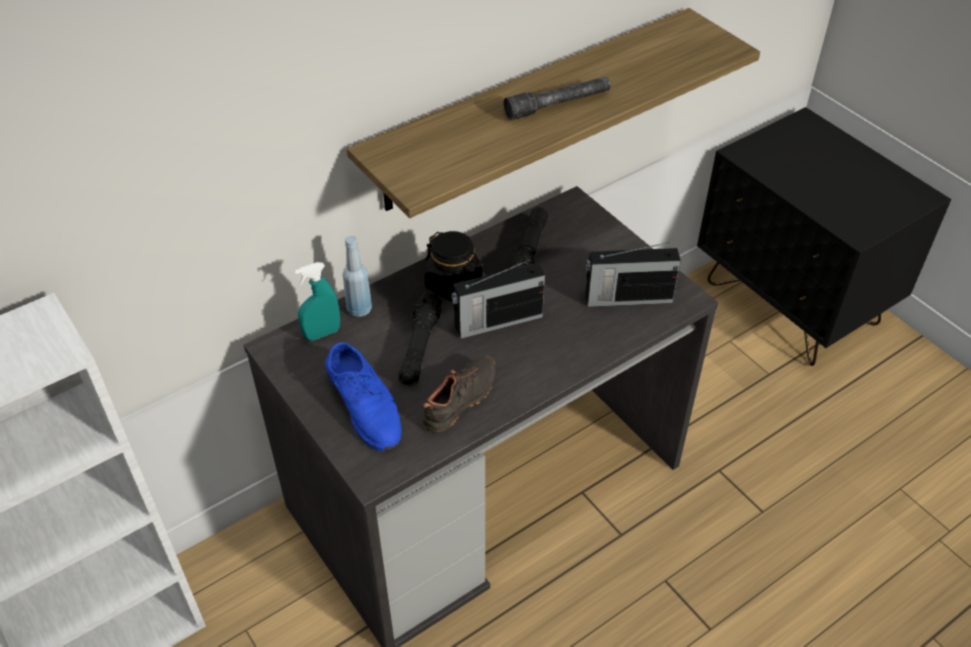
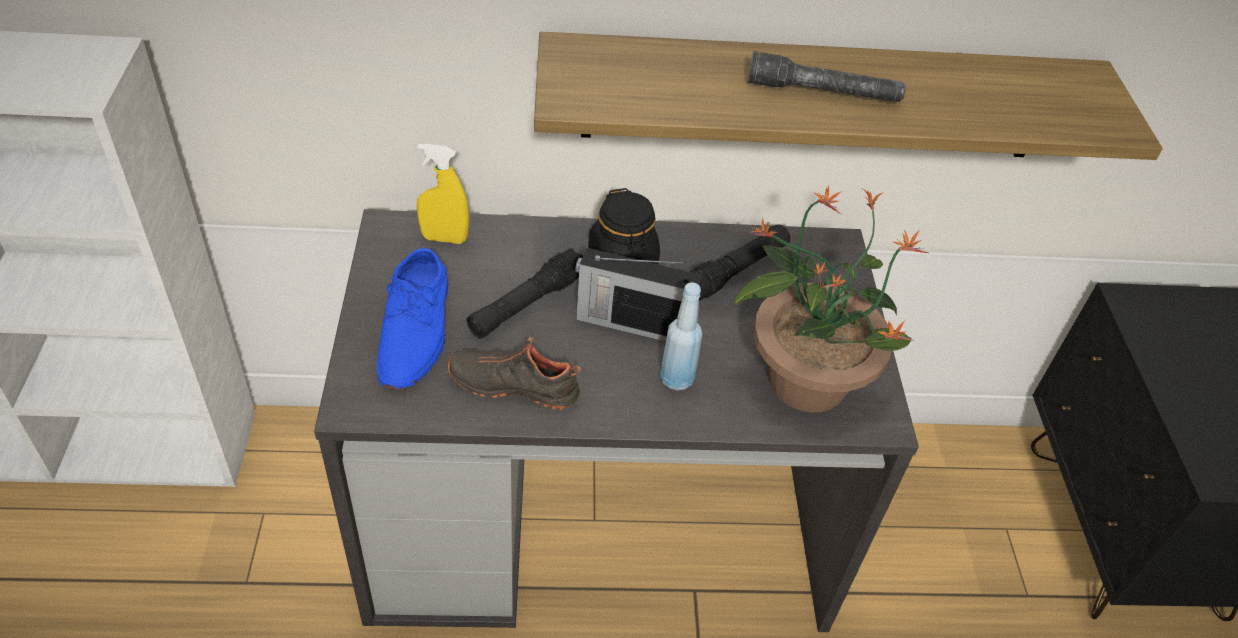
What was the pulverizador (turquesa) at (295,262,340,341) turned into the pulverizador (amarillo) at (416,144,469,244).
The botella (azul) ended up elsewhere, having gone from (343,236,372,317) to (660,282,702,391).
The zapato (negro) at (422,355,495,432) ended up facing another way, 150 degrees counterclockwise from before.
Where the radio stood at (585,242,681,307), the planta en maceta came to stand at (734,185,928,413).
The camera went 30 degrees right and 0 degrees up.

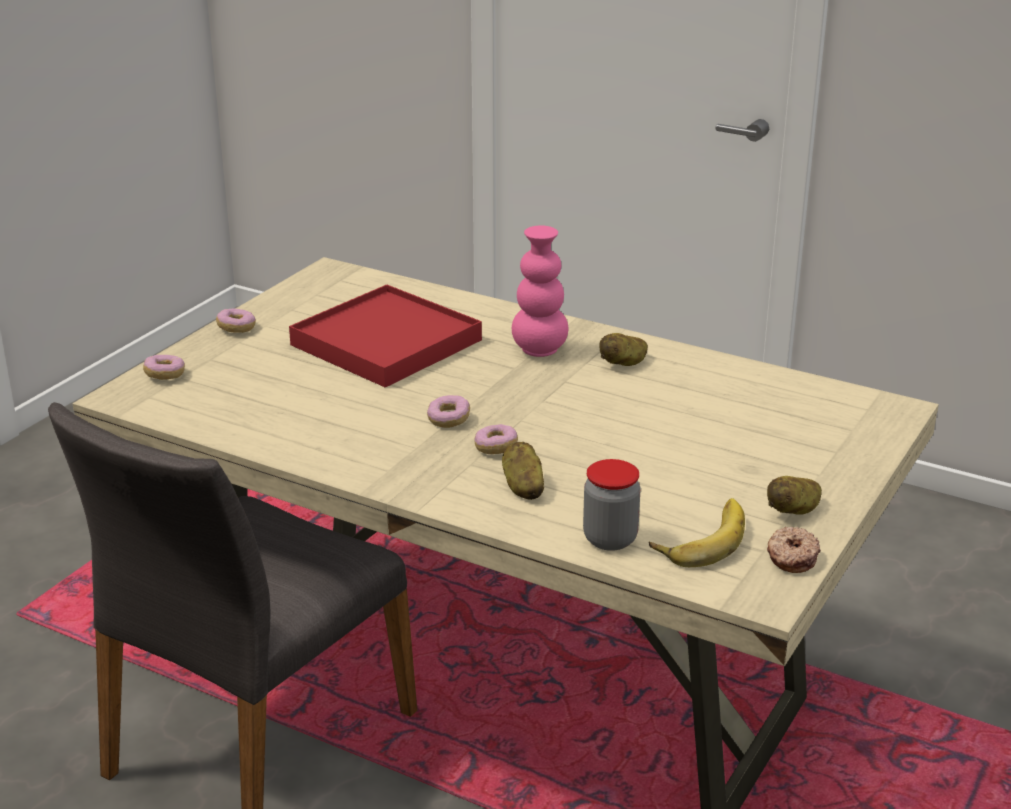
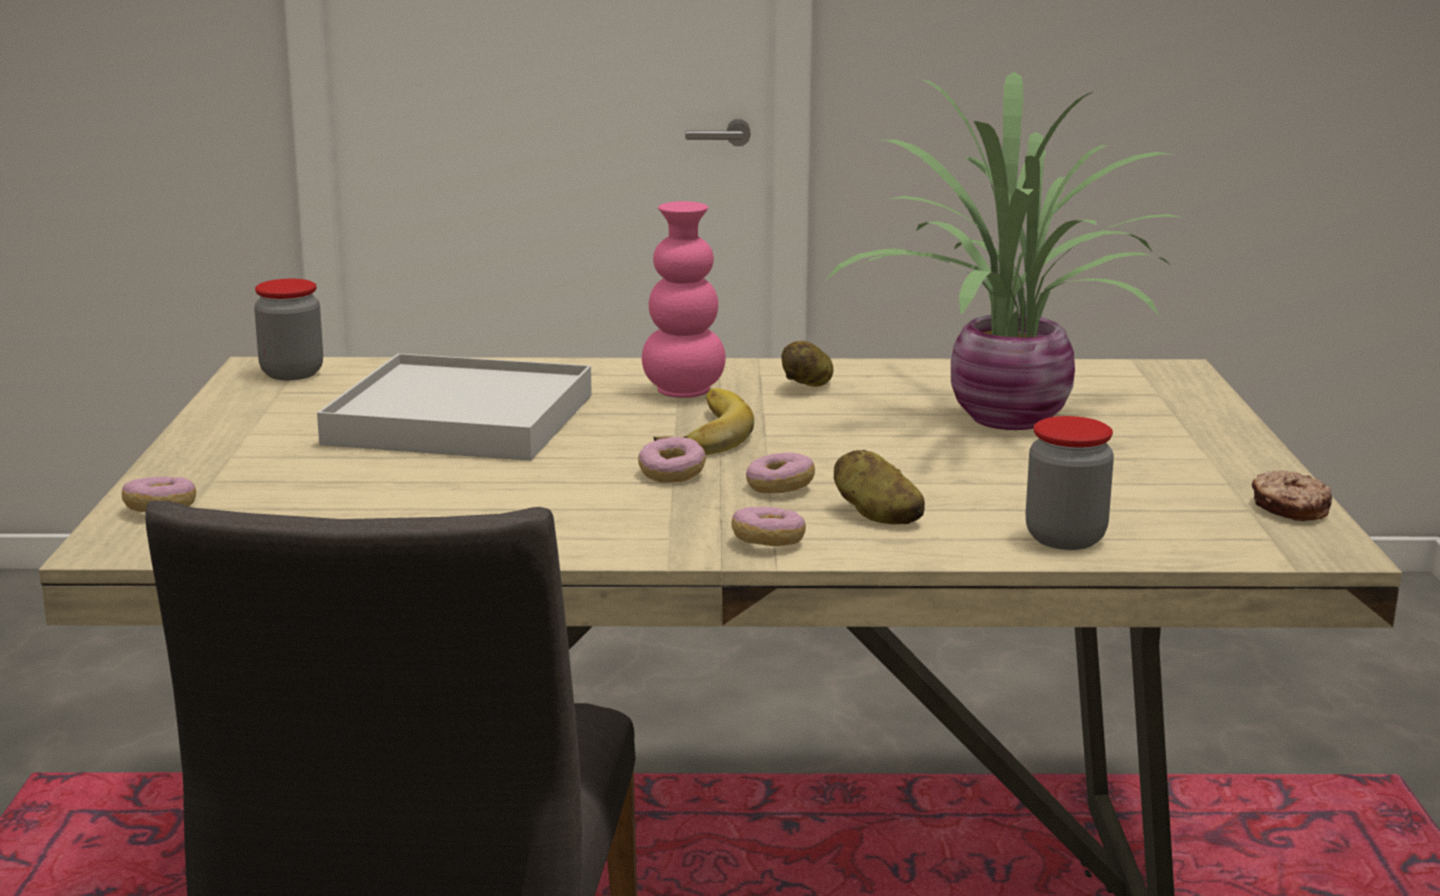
The rosquilla ended up elsewhere, having gone from (216,308,256,333) to (731,507,806,546).
What was the bandeja (rojo) at (289,285,482,387) turned into the bandeja (blanco) at (317,354,592,461).
The plátano ended up elsewhere, having gone from (649,498,745,567) to (653,388,754,455).
The second view lost the patata at (767,476,822,515).
The second view gained the tarro at (254,279,323,380).
The second view gained the planta en maceta at (825,72,1180,430).
The camera went 30 degrees left and 10 degrees down.

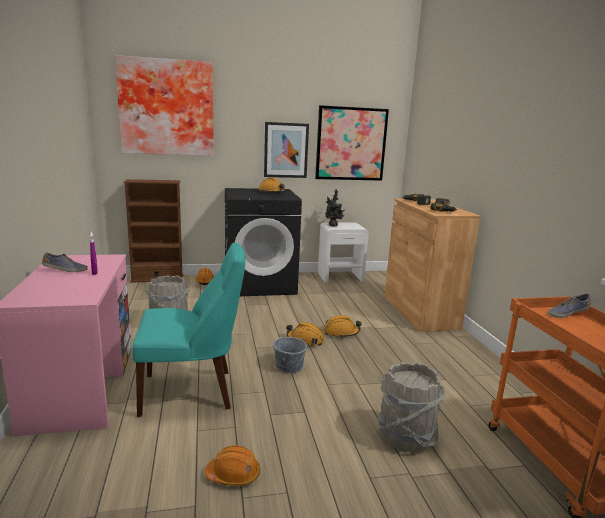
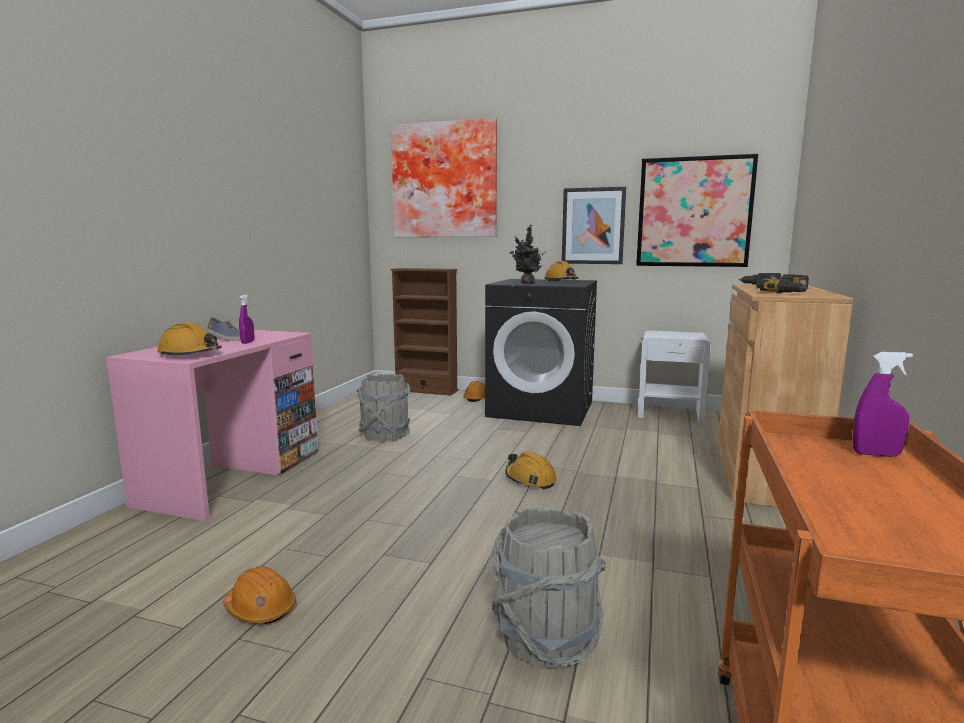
The second view lost the silla (turquesa) at (133,243,245,417).
The second view lost the cubo (gris) at (273,328,307,373).
The casco (naranja) ended up elsewhere, having gone from (324,315,362,337) to (157,322,222,357).
The planta en maceta ended up elsewhere, having gone from (325,189,345,227) to (510,225,545,284).
Where the zapato stood at (547,294,591,318), the pulverizador (morado) came to stand at (852,352,913,457).
The camera went 30 degrees right and 5 degrees down.

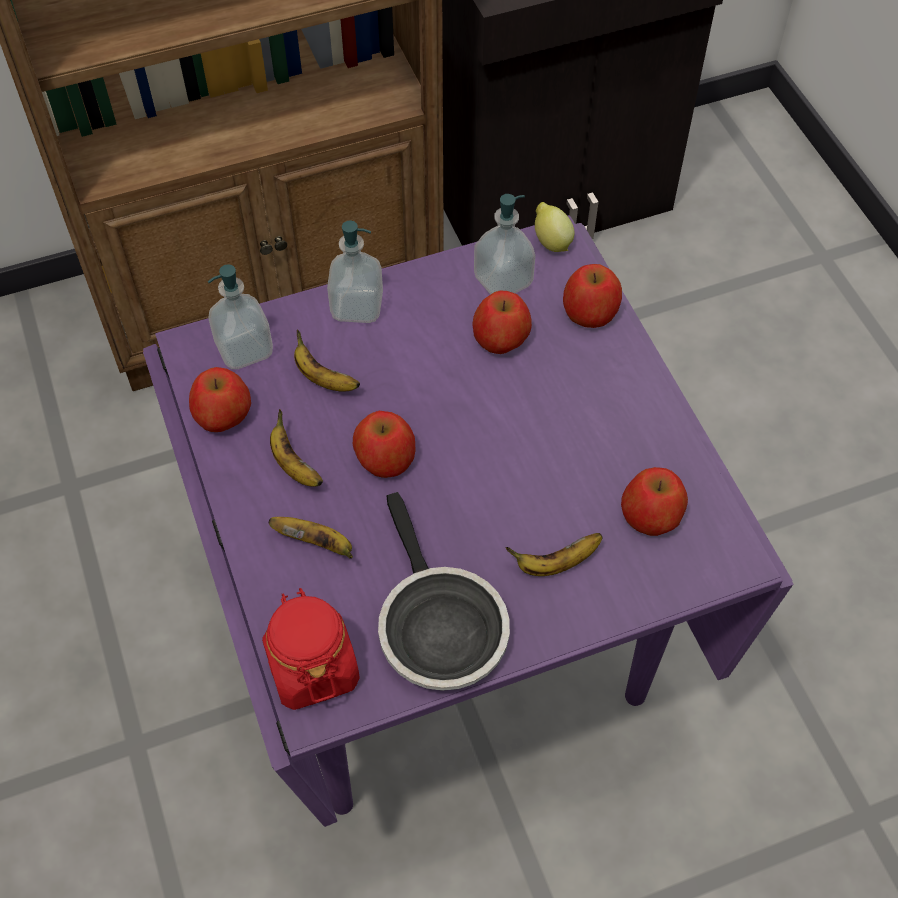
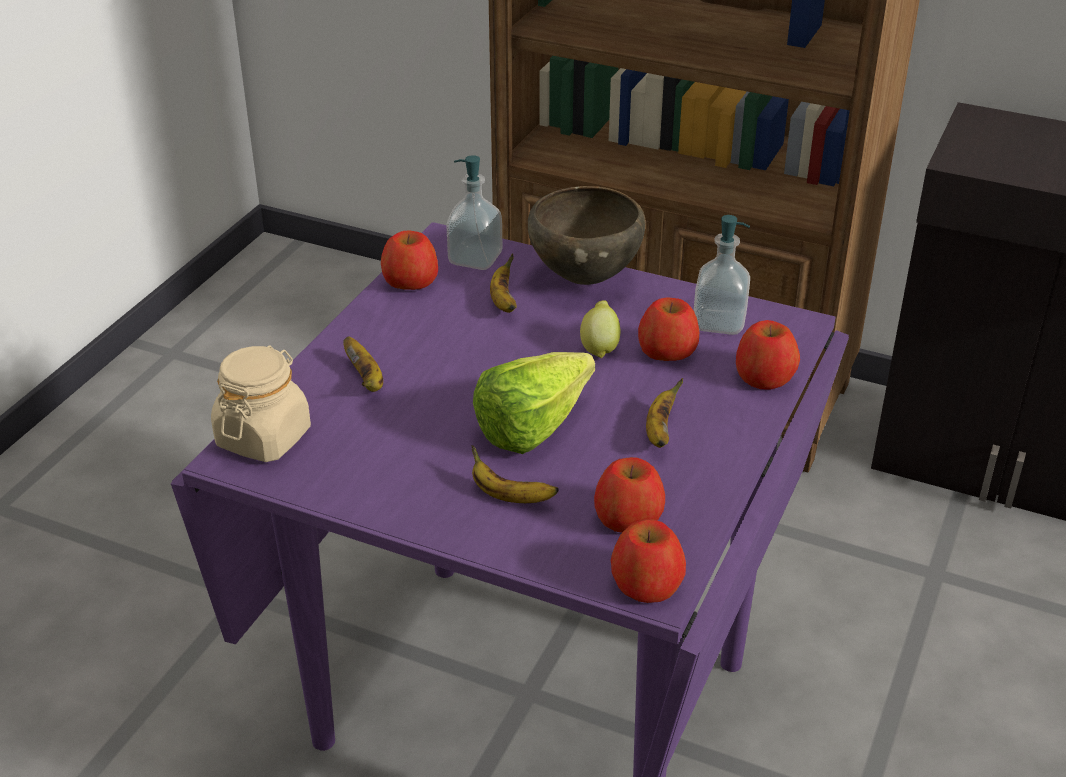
What was the tarro (rojo) at (262,588,360,710) turned into the tarro (beis) at (211,345,311,462).
The plátano ended up elsewhere, having gone from (270,409,323,487) to (646,378,683,448).
Where the dispensador de jabón stood at (327,220,383,323), the cuenco (marrón) came to stand at (528,186,645,285).
The manzana ended up elsewhere, having gone from (353,411,416,478) to (611,519,686,603).
The second view lost the sartén at (378,492,510,691).
The limón ended up elsewhere, having gone from (535,202,574,252) to (580,300,621,359).
The second view gained the lechuga at (473,352,595,454).
The camera went 45 degrees right and 20 degrees down.

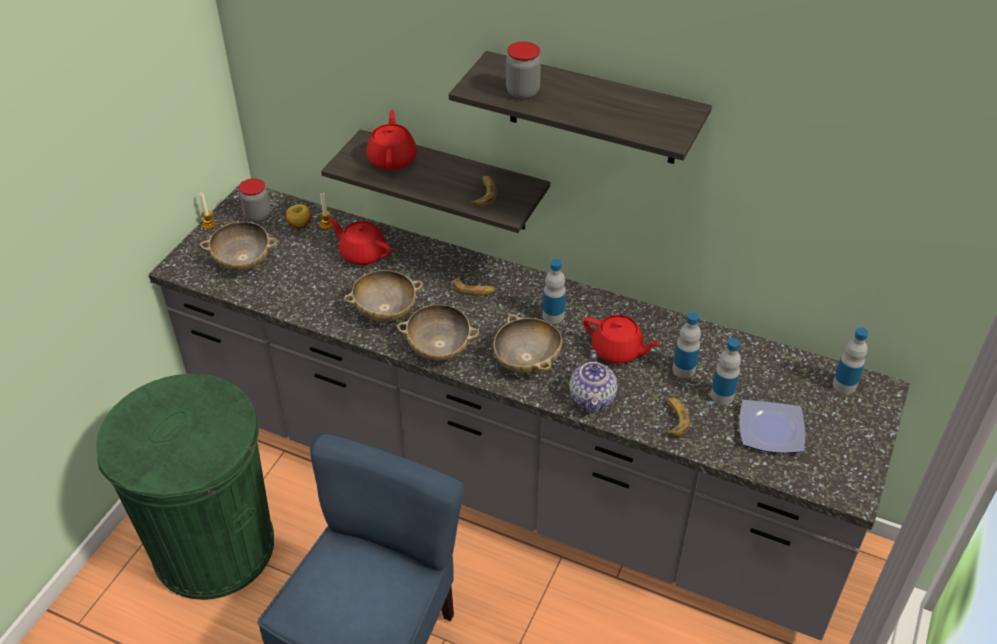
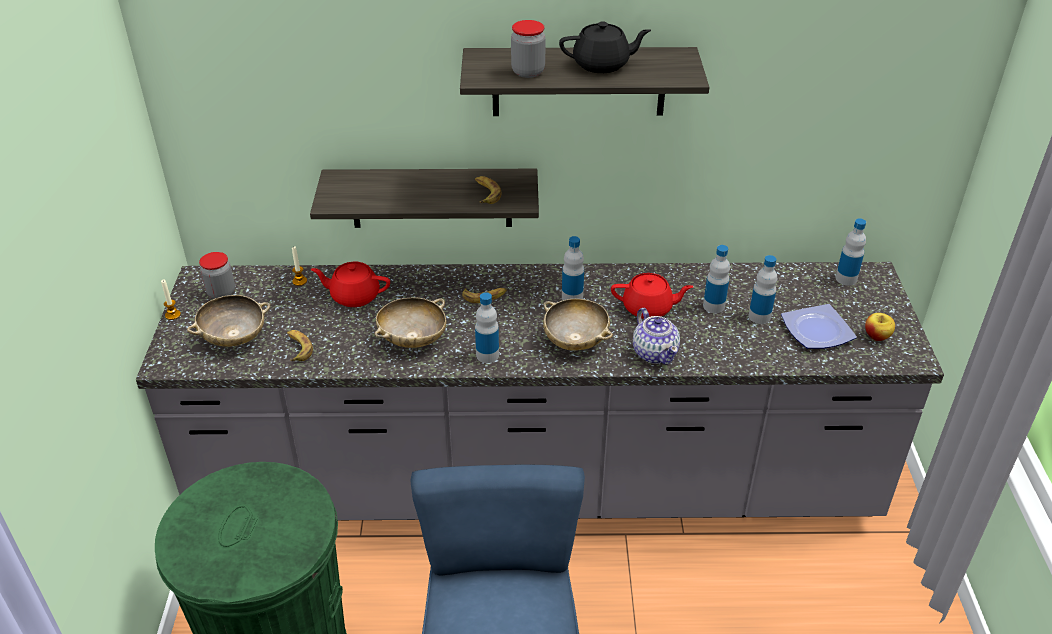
The manzana ended up elsewhere, having gone from (286,204,312,229) to (865,313,895,341).
The second view lost the tetera (rojo) at (366,110,417,170).
Where the cuenco (beis) stood at (397,304,480,361), the botella came to stand at (475,292,499,363).
The plátano ended up elsewhere, having gone from (664,397,690,437) to (287,330,313,361).
The second view gained the tetera (negro) at (559,21,651,73).
The camera went 25 degrees left and 5 degrees down.

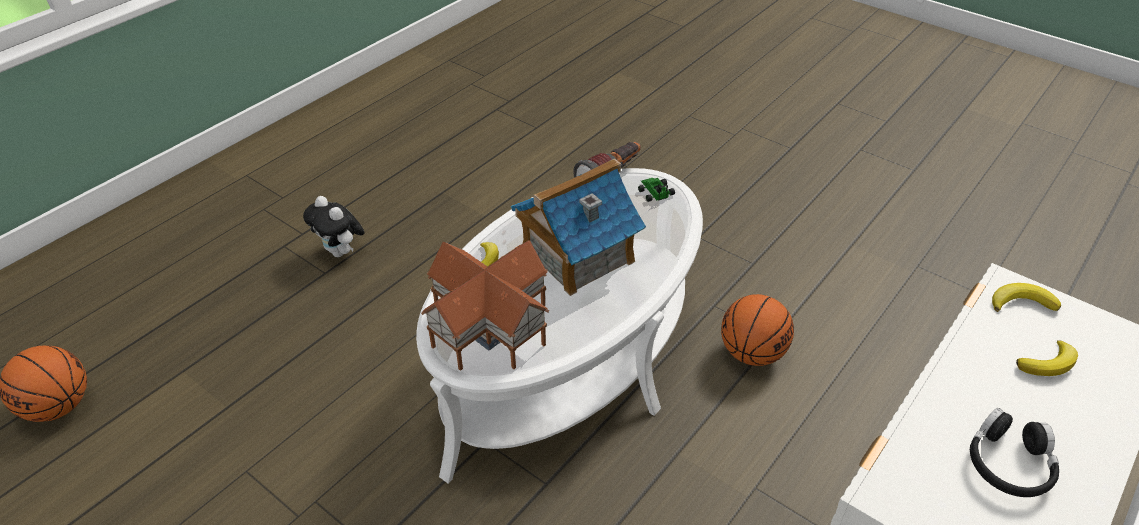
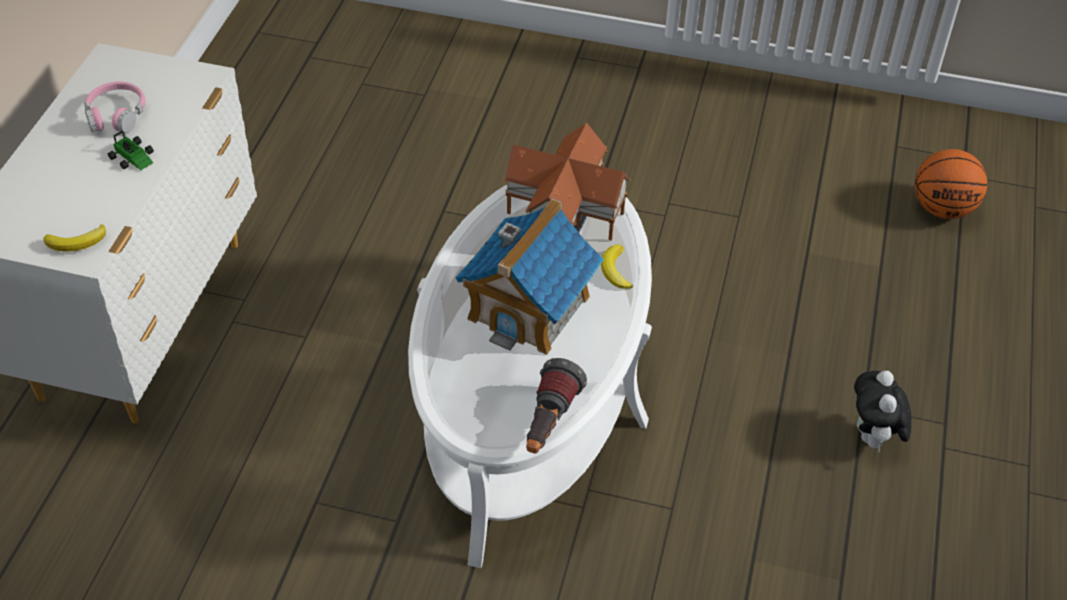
The peluche at (303,196,365,257) ended up facing another way, 105 degrees counterclockwise from before.
The coche de juguete ended up elsewhere, having gone from (638,178,675,202) to (108,131,154,170).
The second view lost the balón de baloncesto at (721,294,794,366).
What was the auriculares (negro) at (970,408,1059,497) turned into the auriculares (rosa) at (84,81,146,133).
The second view lost the plátano at (1016,340,1078,376).
The camera went 155 degrees right and 5 degrees up.

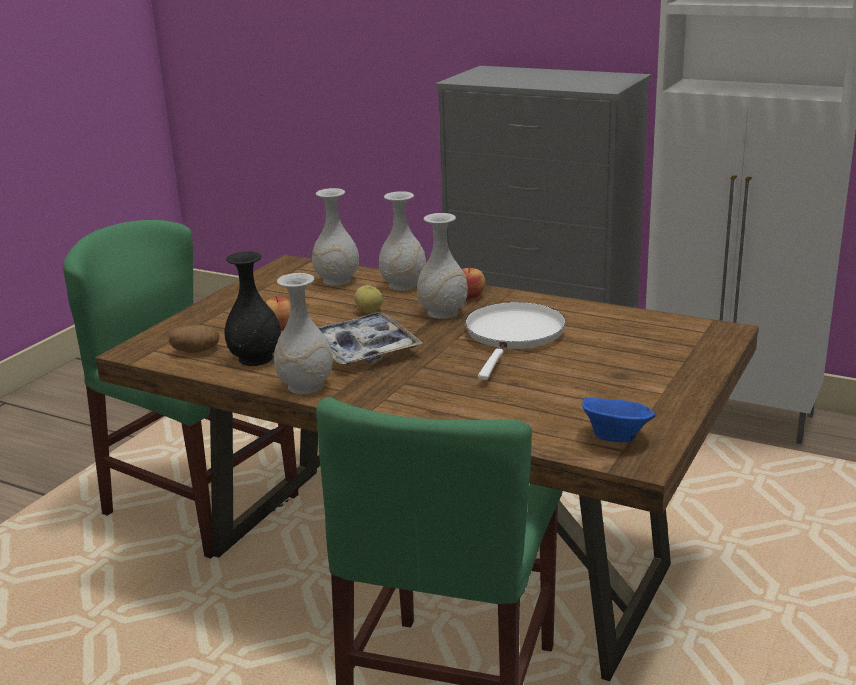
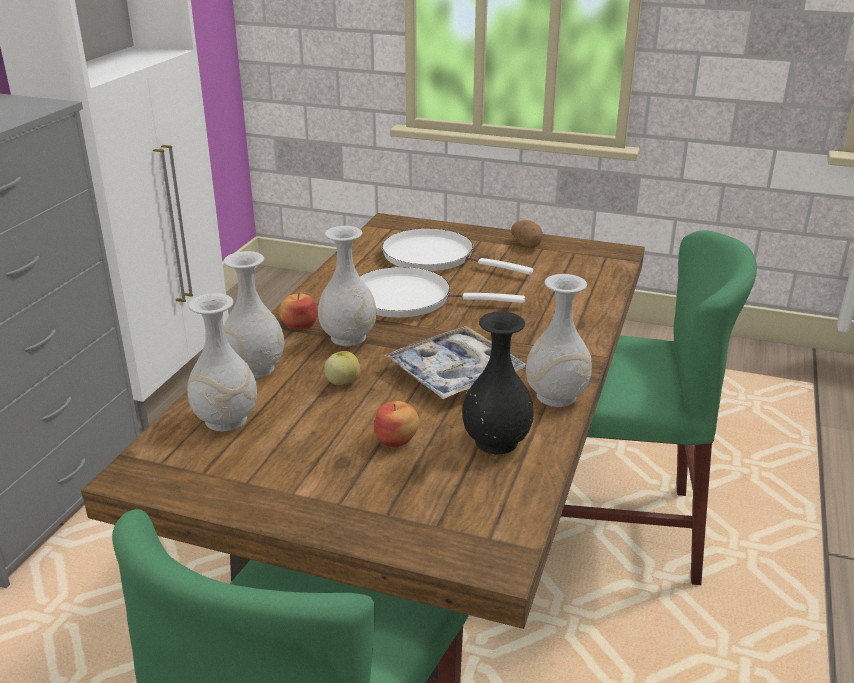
The patata ended up elsewhere, having gone from (169,325,220,353) to (511,220,543,248).
The second view lost the cuenco (azul) at (582,397,656,442).
The second view gained the sartén (blanco) at (382,228,533,275).
The camera went 100 degrees left and 5 degrees up.

